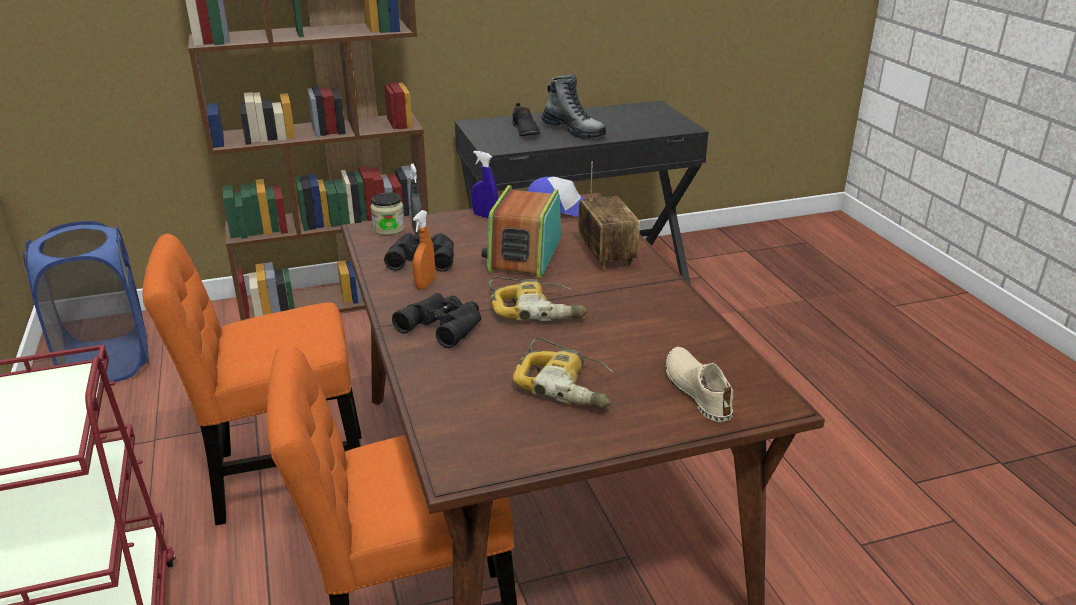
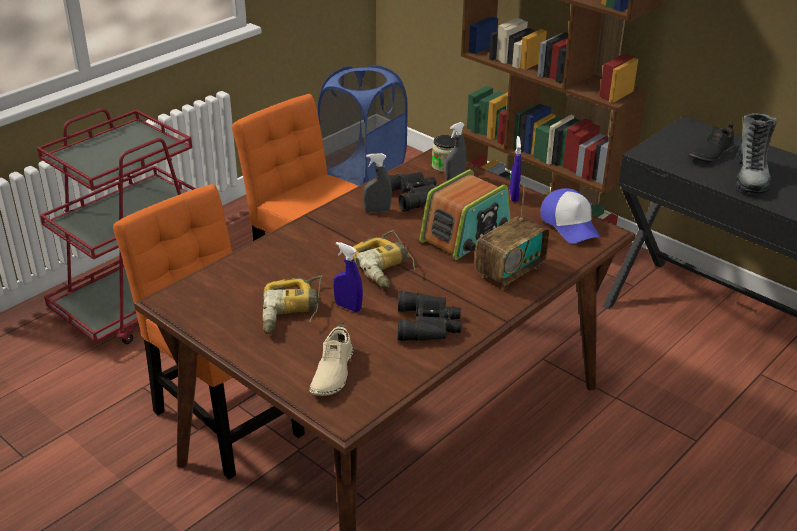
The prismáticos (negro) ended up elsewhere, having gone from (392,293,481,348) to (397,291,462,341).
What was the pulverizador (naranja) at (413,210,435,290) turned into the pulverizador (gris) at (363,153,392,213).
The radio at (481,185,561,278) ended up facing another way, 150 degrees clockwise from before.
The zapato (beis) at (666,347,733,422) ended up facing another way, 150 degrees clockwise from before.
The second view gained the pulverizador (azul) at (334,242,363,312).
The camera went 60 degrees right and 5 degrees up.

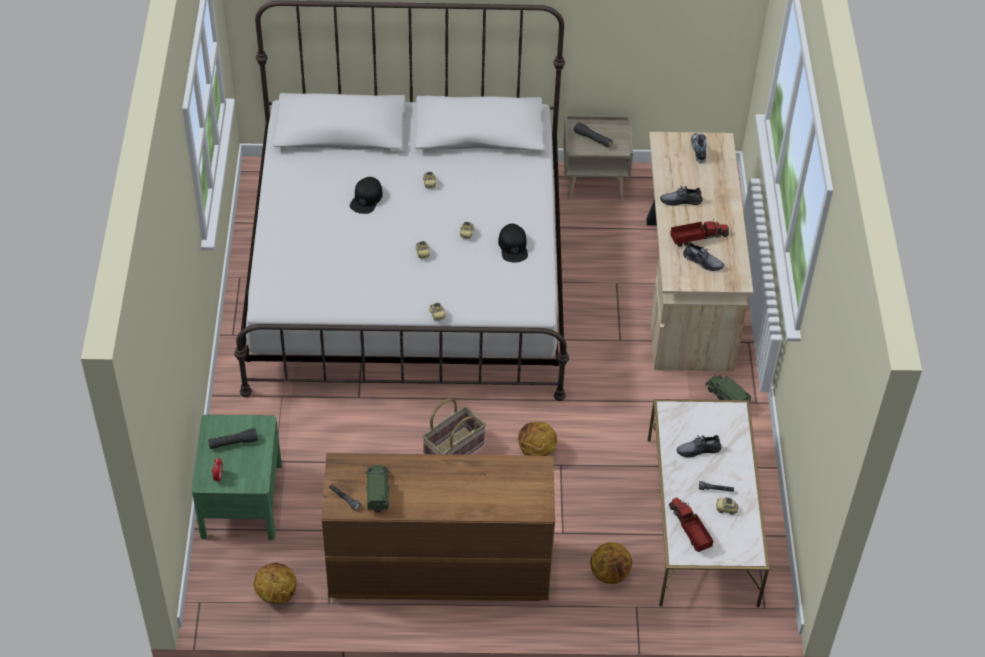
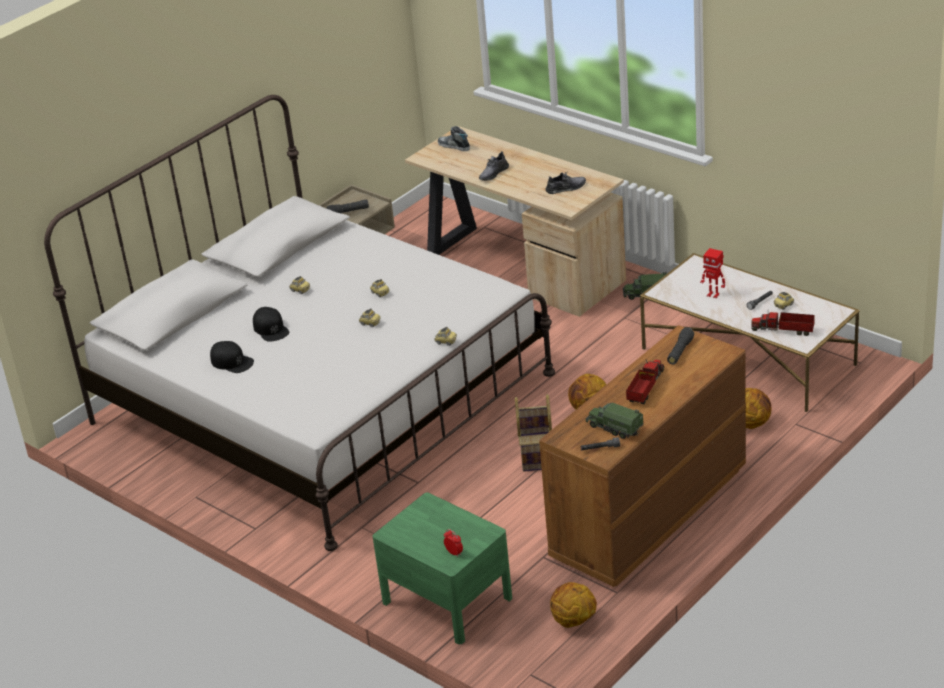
The linterna (negro) ended up elsewhere, having gone from (208,428,258,449) to (667,328,694,364).
The gorra (negro) ended up elsewhere, having gone from (498,224,528,263) to (210,341,254,373).
The camión de juguete ended up elsewhere, having gone from (670,219,729,247) to (626,359,664,404).
Where the zapato (gris) stood at (676,435,722,457), the robot de juguete came to stand at (700,248,725,299).
The camera went 45 degrees left and 15 degrees down.

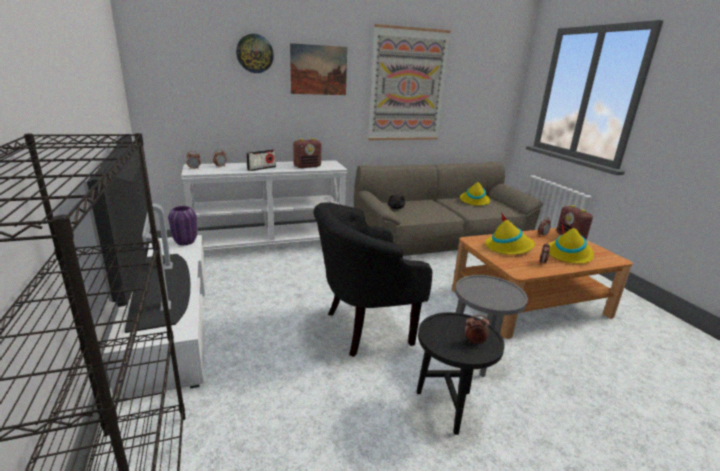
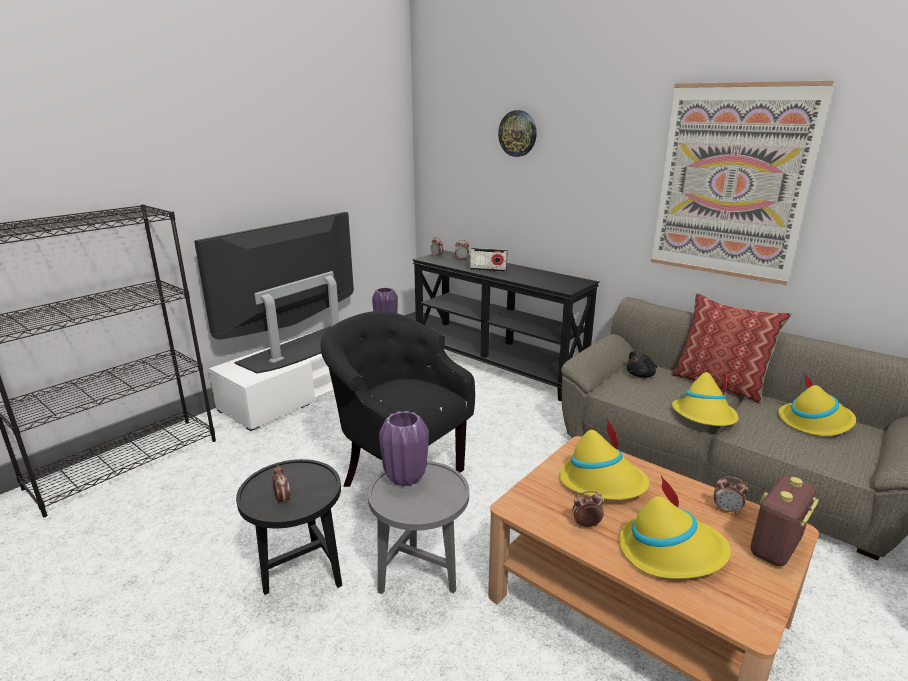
What was the mesa consola (blanco) at (181,160,347,250) turned into the mesa consola (negro) at (413,250,599,402).
The second view lost the cuadro at (290,43,347,95).
The second view lost the radio at (293,138,321,168).
The second view gained the florero (morado) at (379,411,429,487).
The second view gained the cojín at (671,293,792,404).
The second view gained the sombrero (amarillo) at (672,370,738,426).
The camera went 60 degrees right and 0 degrees up.

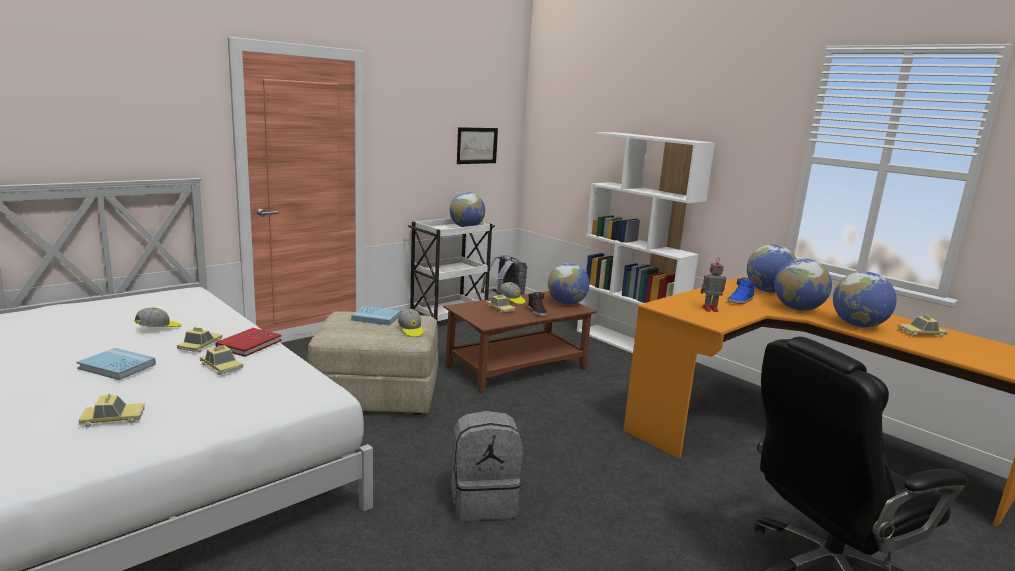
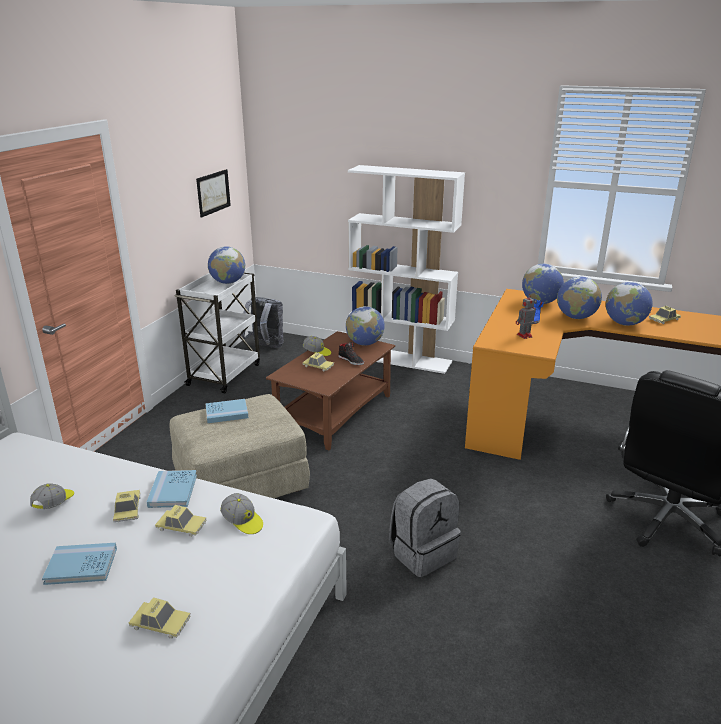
The coche de juguete at (78,393,145,428) ended up facing another way, 60 degrees clockwise from before.
What was the libro (rojo) at (215,328,282,357) turned into the libro (azul) at (147,470,197,508).
The gorra ended up elsewhere, having gone from (398,309,423,337) to (220,493,263,534).
The camera went 25 degrees left and 10 degrees up.

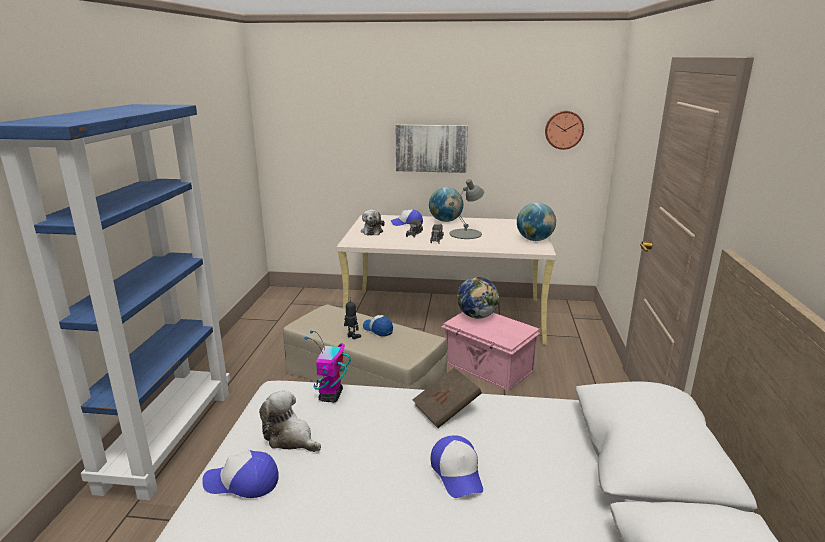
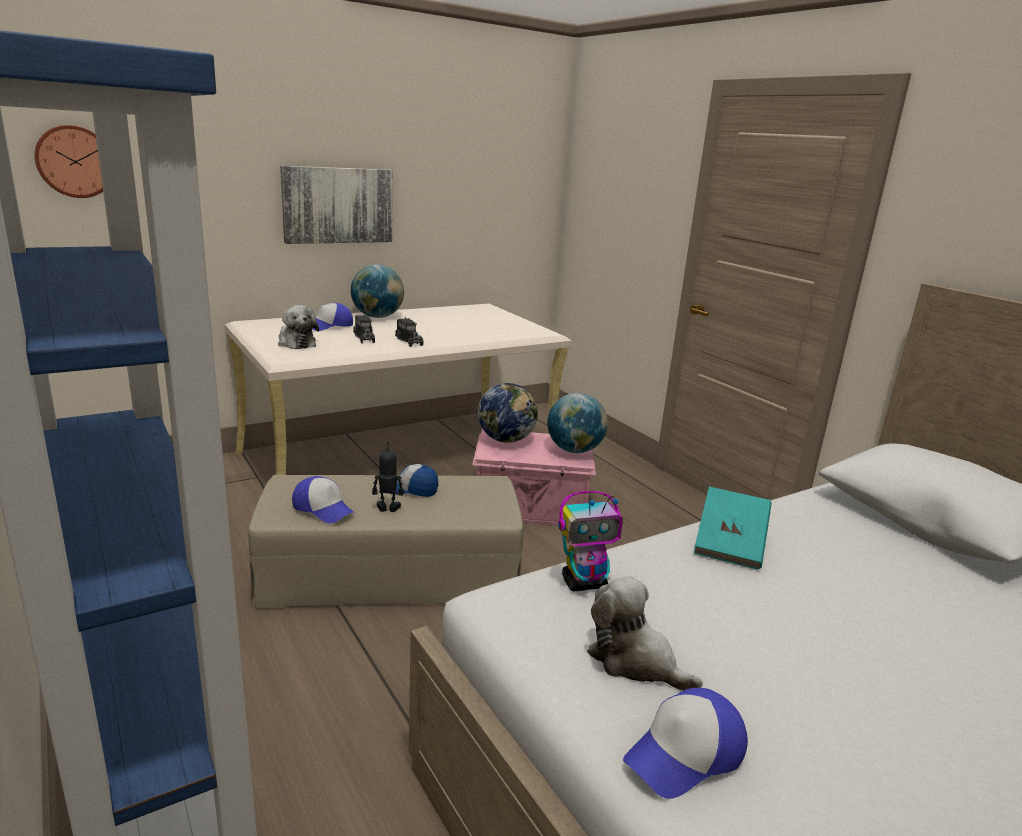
The peluche at (259,390,321,452) ended up facing another way, 45 degrees clockwise from before.
The robot de juguete at (304,330,351,403) ended up facing another way, 75 degrees counterclockwise from before.
What was the libro (marrón) at (413,367,482,428) turned into the libro (turquesa) at (694,487,772,570).
The gorra ended up elsewhere, having gone from (431,436,483,498) to (292,476,355,524).
The second view lost the lámpara de mesa (gris) at (449,179,484,239).
The globo terráqueo ended up elsewhere, having gone from (517,202,556,241) to (547,393,608,453).
The reloj de pared ended up elsewhere, having gone from (545,111,584,150) to (35,125,103,198).
The camera went 40 degrees left and 0 degrees up.

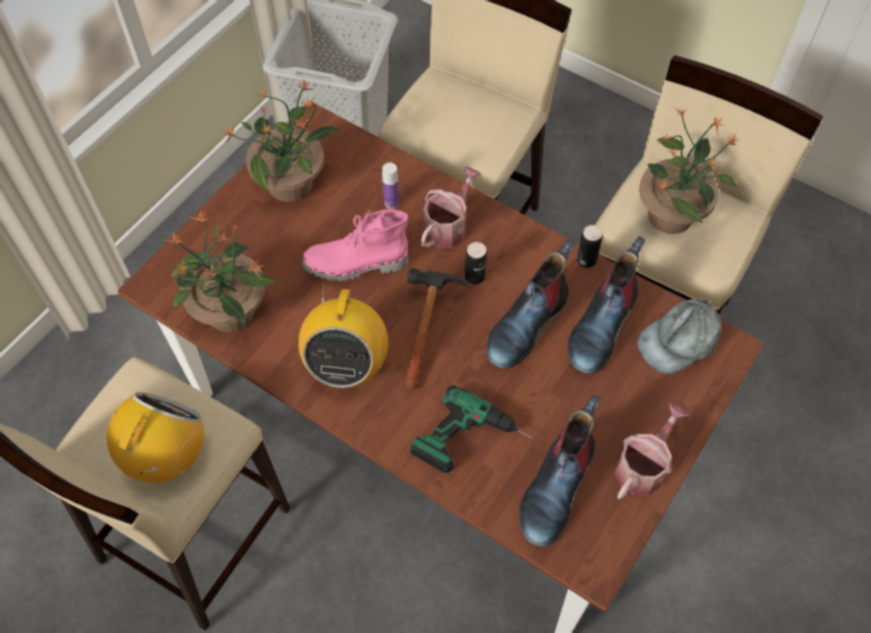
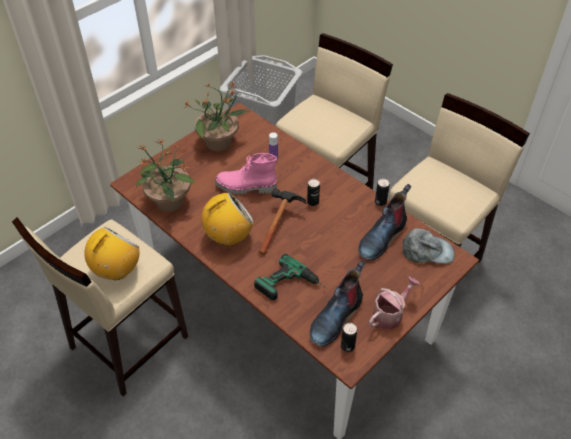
The radio at (298,281,388,388) ended up facing another way, 135 degrees counterclockwise from before.
The second view lost the regadera at (421,167,481,248).
The second view lost the bota at (487,239,575,368).
The gorra (gris) at (637,299,721,375) ended up facing another way, 150 degrees counterclockwise from before.
The second view lost the planta en maceta at (639,109,738,234).
The second view gained the lata at (341,323,357,352).
The camera went 10 degrees right and 10 degrees down.

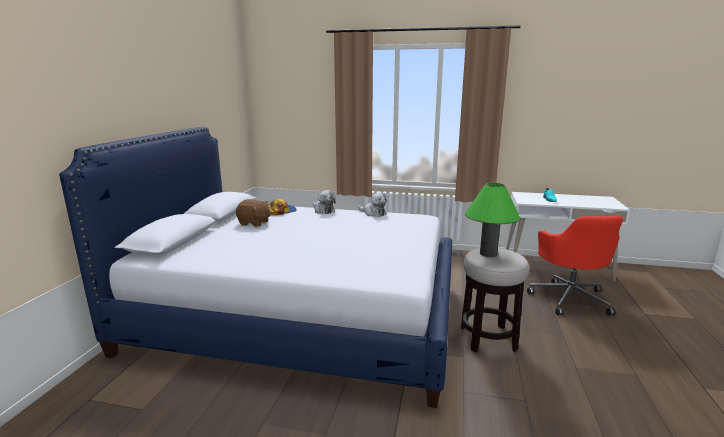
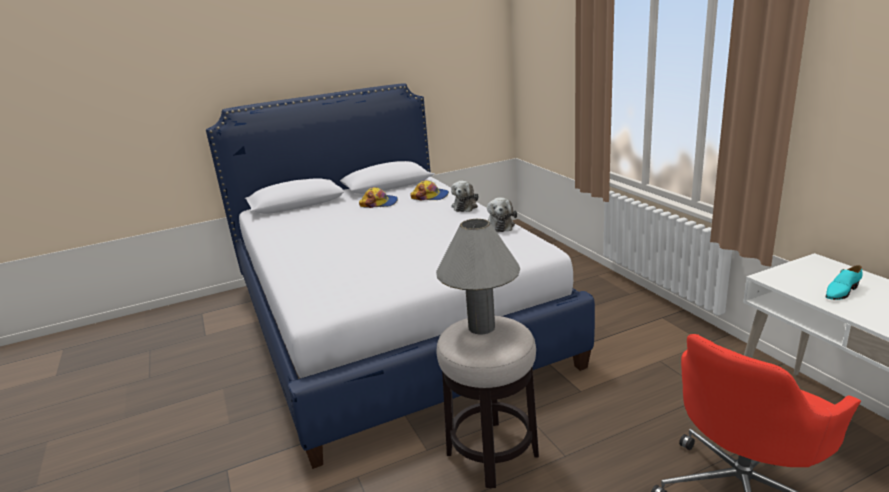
Where the peluche (marrón) stood at (236,199,271,227), the gorra came to stand at (359,187,398,208).
What was the lámpara de mesa (verde) at (465,183,520,257) turned into the lámpara de mesa (gris) at (436,219,520,335).
The camera went 55 degrees right and 5 degrees up.

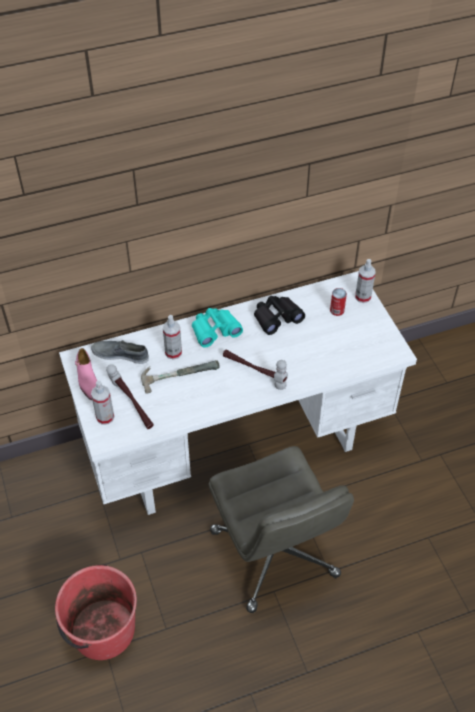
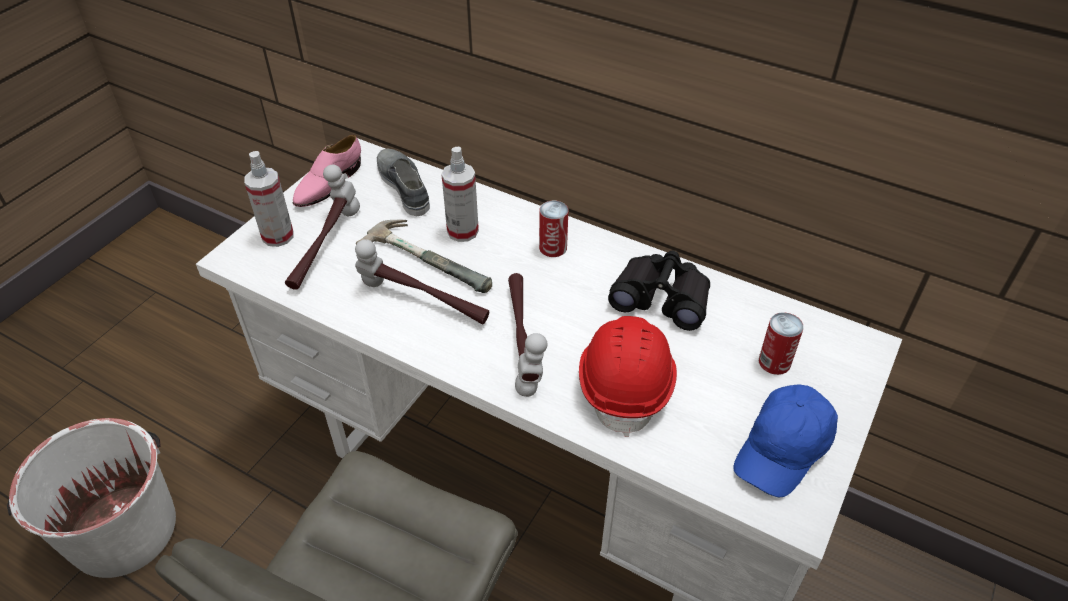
What was the cubo (rojo) at (55,565,137,660) turned into the cubo (blanco) at (7,418,176,578).
Where the prismáticos (turquesa) stood at (192,308,243,348), the lata came to stand at (539,200,568,257).
The second view lost the pulverizador at (355,259,375,303).
The second view gained the martillo at (355,239,489,324).
The second view gained the casco (rojo) at (579,316,677,437).
The second view gained the gorra (azul) at (733,384,838,497).
The camera went 50 degrees right and 5 degrees down.

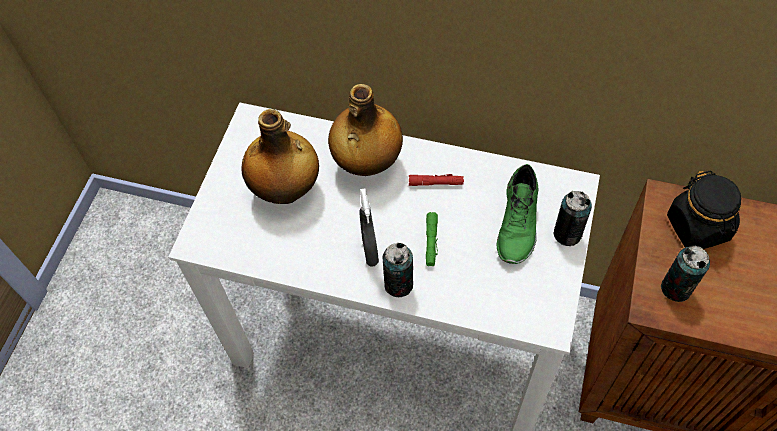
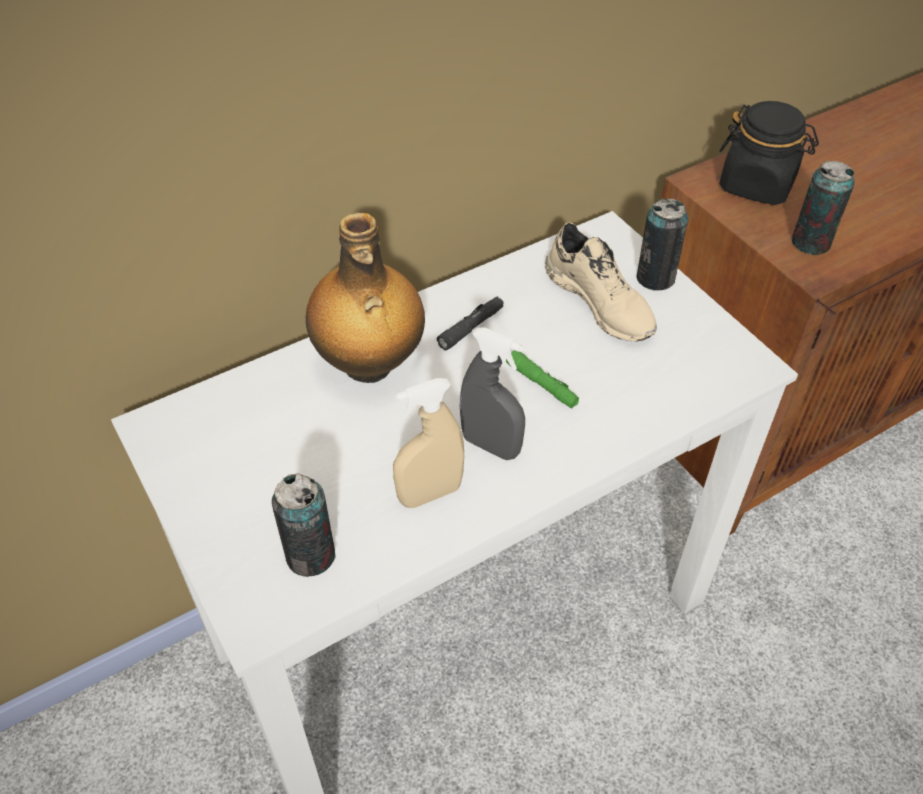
The second view lost the botella at (241,109,319,204).
The lata ended up elsewhere, having gone from (383,243,413,297) to (272,473,336,577).
What was the linterna (rojo) at (409,174,464,186) turned into the linterna (negro) at (437,297,503,350).
What was the zapato (verde) at (496,164,538,264) turned into the zapato (beis) at (545,222,657,341).
The second view gained the pulverizador (beis) at (393,378,464,508).
The camera went 50 degrees left and 10 degrees down.

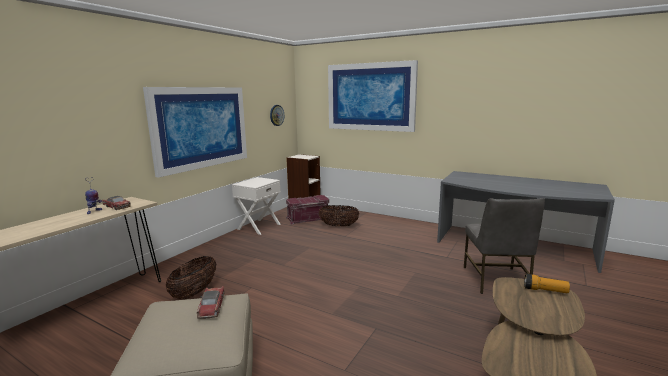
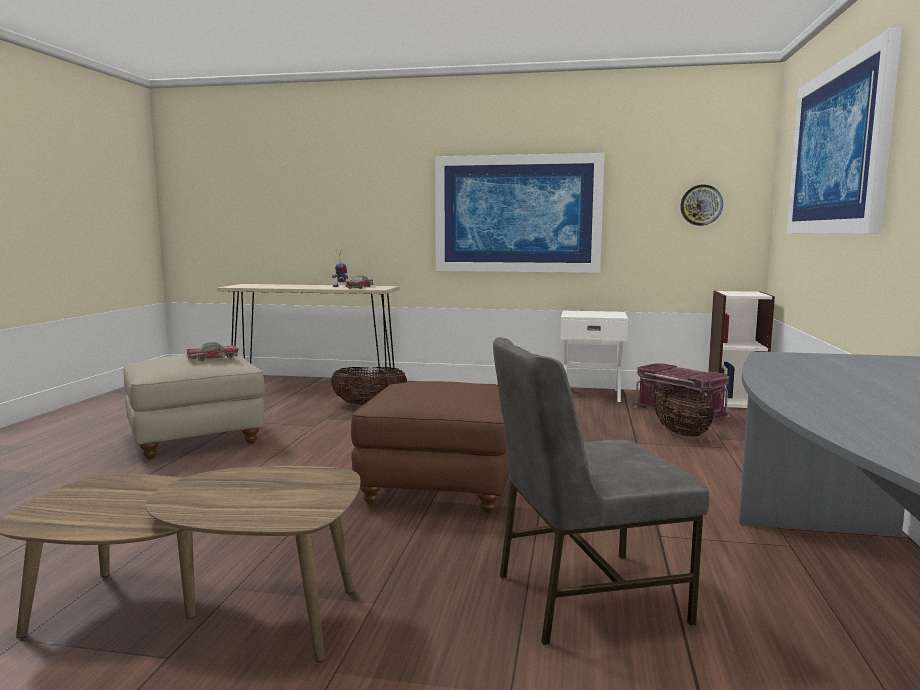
The second view lost the linterna at (524,274,570,294).
The second view gained the puf (marrón) at (351,381,509,514).
The camera went 70 degrees right and 5 degrees down.

